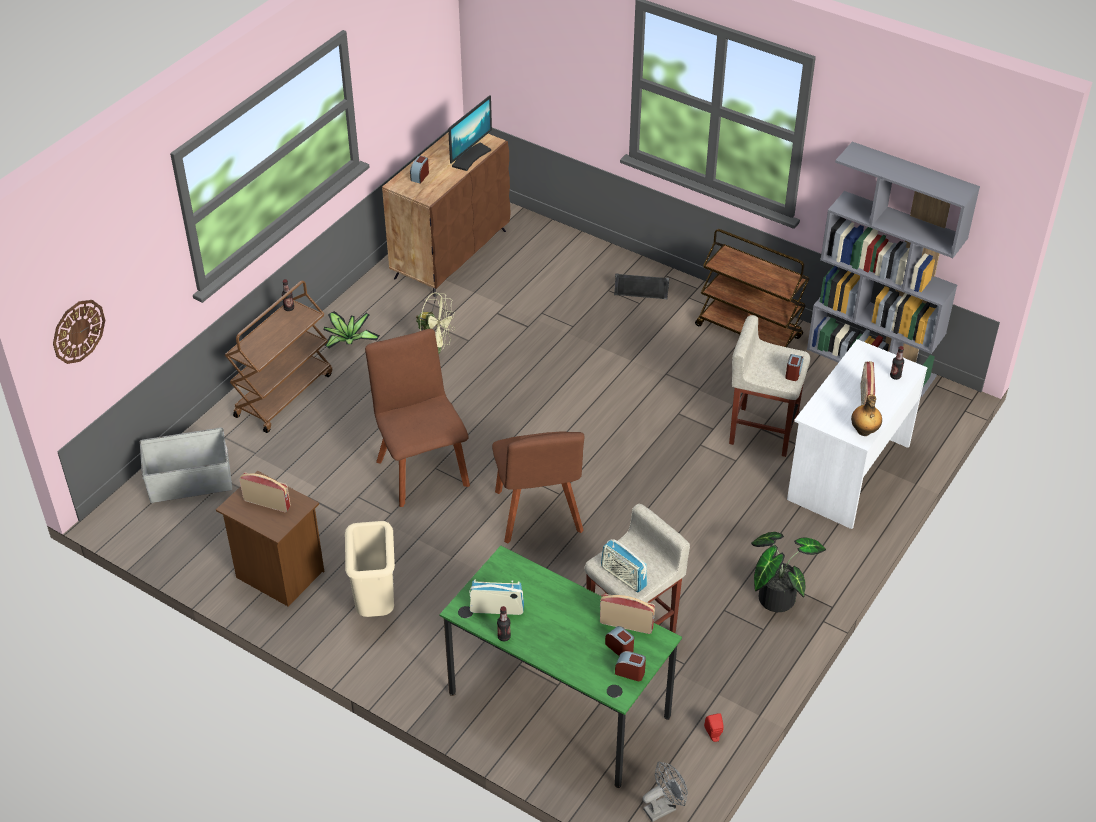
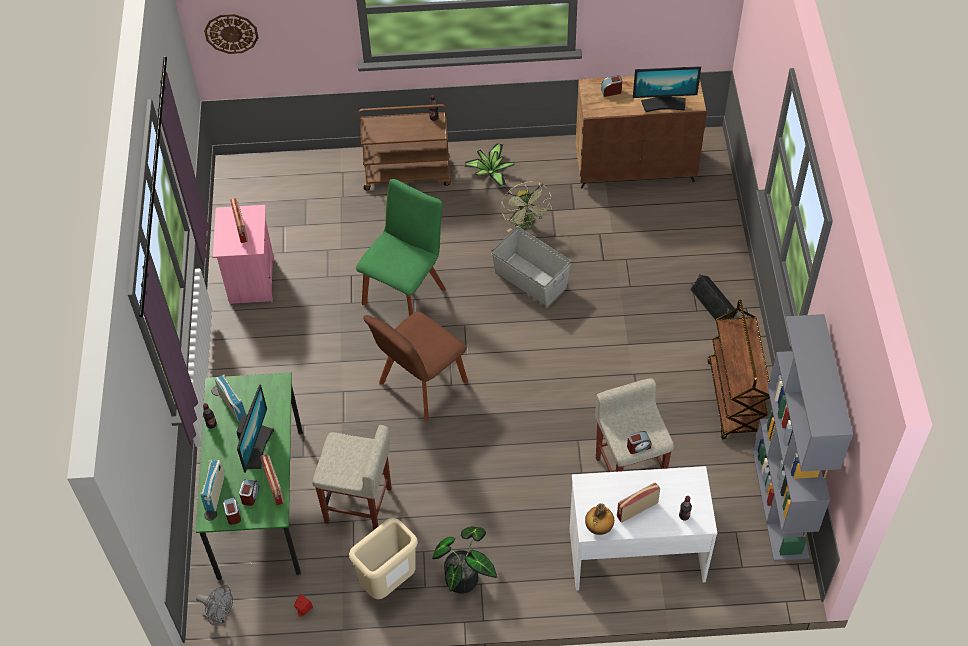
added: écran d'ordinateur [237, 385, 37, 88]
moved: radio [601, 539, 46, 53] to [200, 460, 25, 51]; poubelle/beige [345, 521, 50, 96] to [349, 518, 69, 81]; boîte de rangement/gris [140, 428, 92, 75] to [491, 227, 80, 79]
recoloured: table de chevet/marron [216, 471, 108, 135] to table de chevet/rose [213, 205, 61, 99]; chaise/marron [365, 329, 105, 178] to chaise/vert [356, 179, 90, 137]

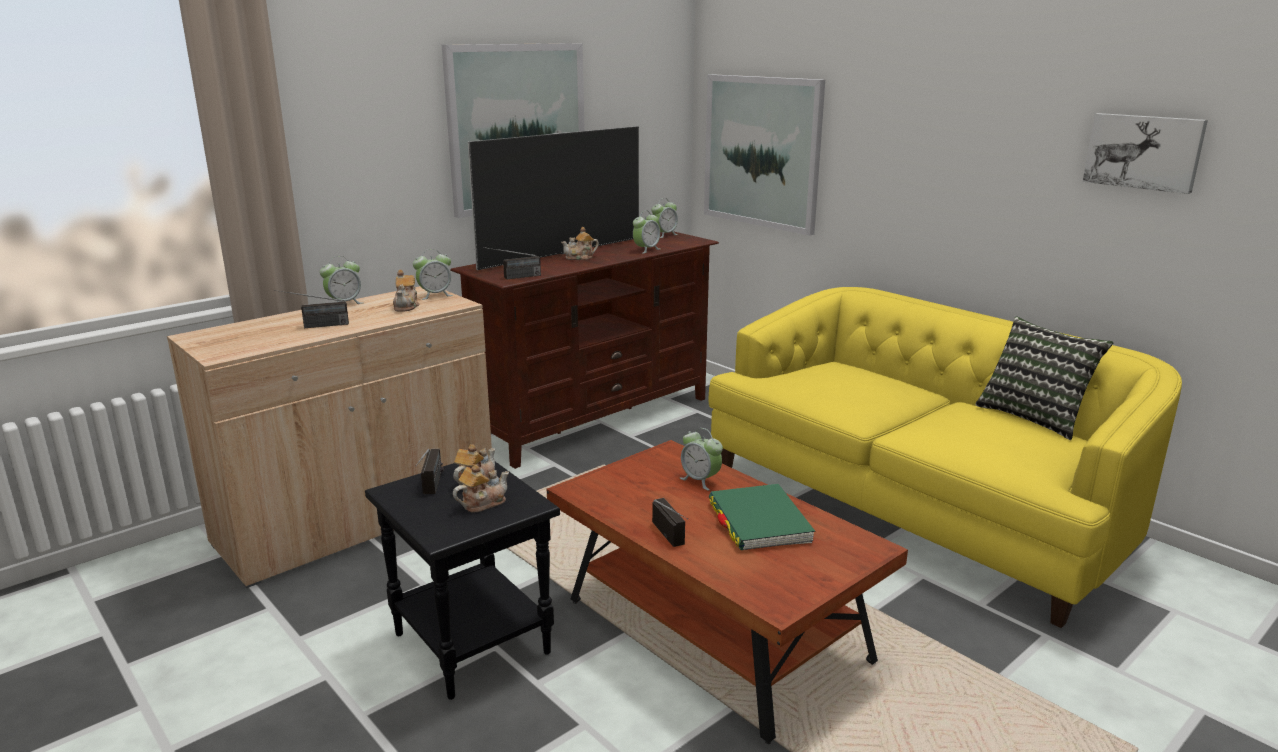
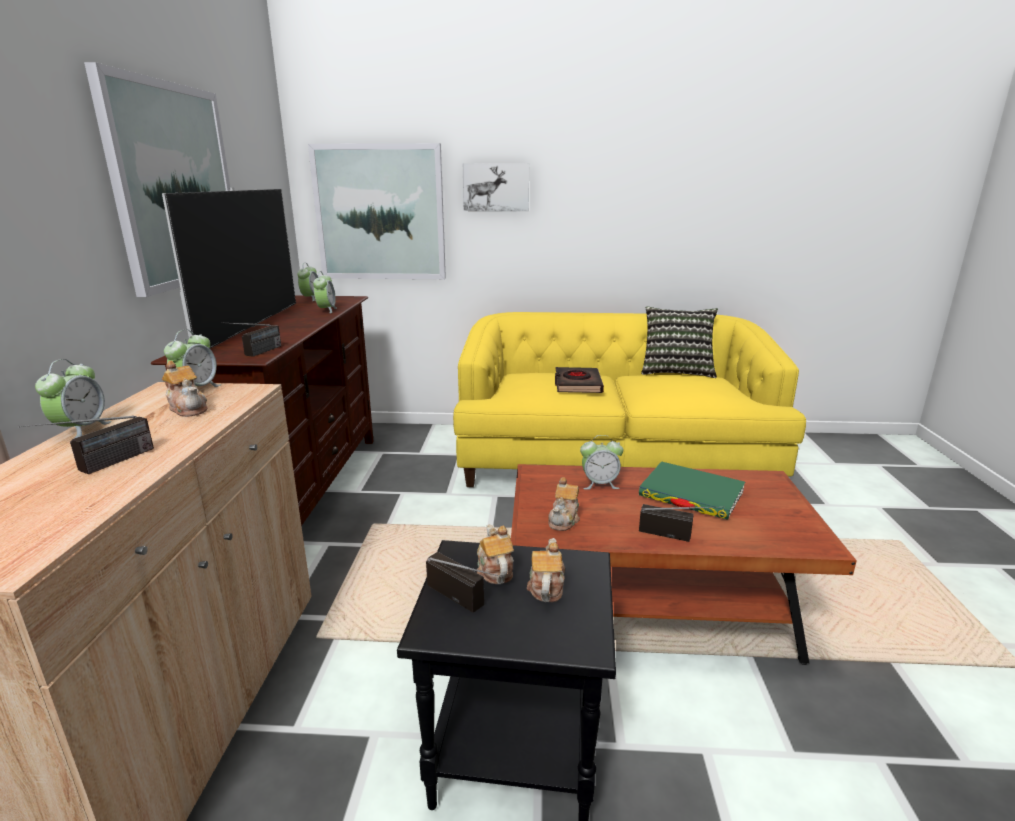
added: livre/noir [555, 367, 49, 26]
moved: tableau [1083, 113, 125, 81] to [463, 163, 66, 48]; théière [561, 227, 38, 33] to [548, 477, 32, 54]

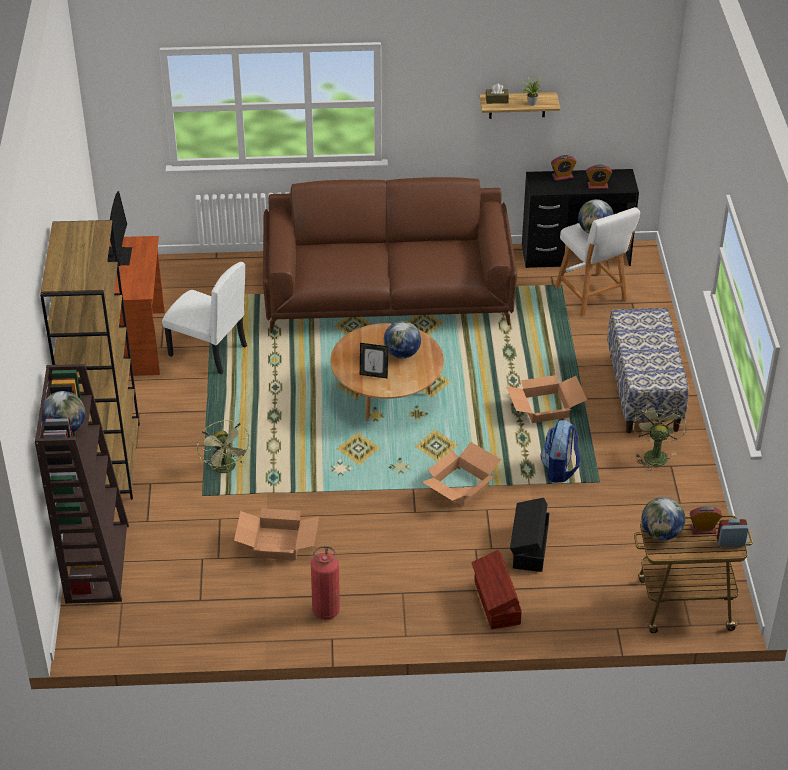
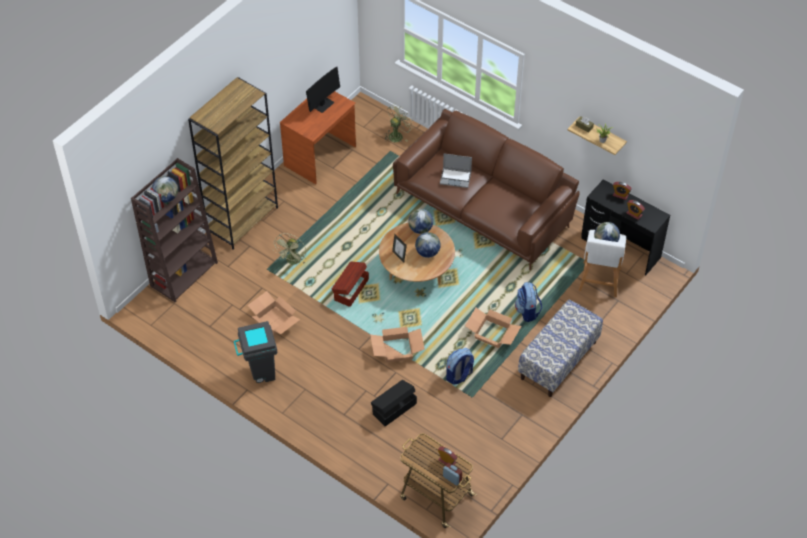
removed: chaise/blanc [162, 262, 85, 112]
added: ordinateur portable [440, 154, 32, 34]; sac à dos [515, 282, 27, 40]
moved: boîte de rangement/marron [472, 550, 50, 79] to [332, 262, 37, 45]; ventilateur/vert [633, 403, 54, 68] to [384, 104, 28, 38]; globe [642, 497, 43, 44] to [408, 209, 25, 25]
replaced: extincteur [311, 546, 29, 74] to poubelle/gris [234, 321, 43, 62]

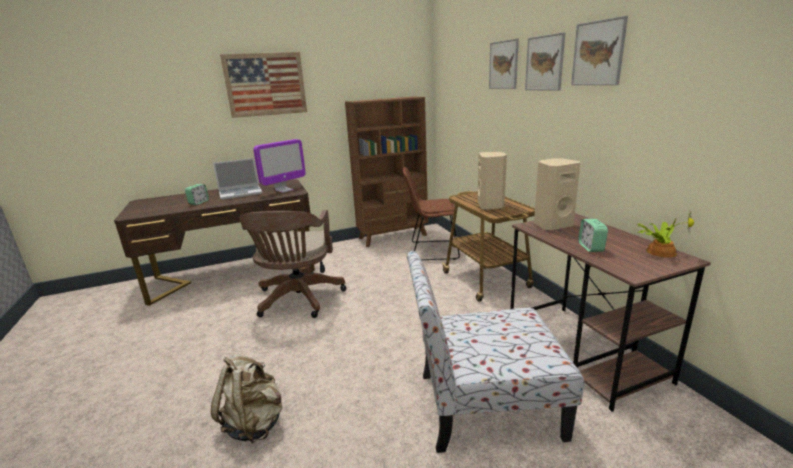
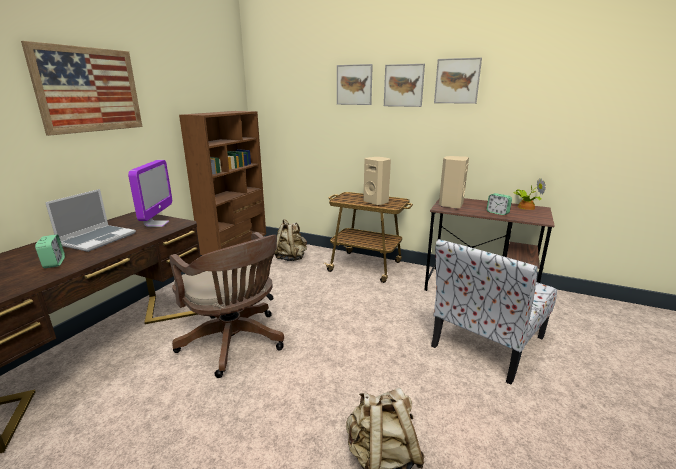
replaced: chaise/marron [403, 167, 57, 93] to sac à dos/beige [275, 219, 32, 42]

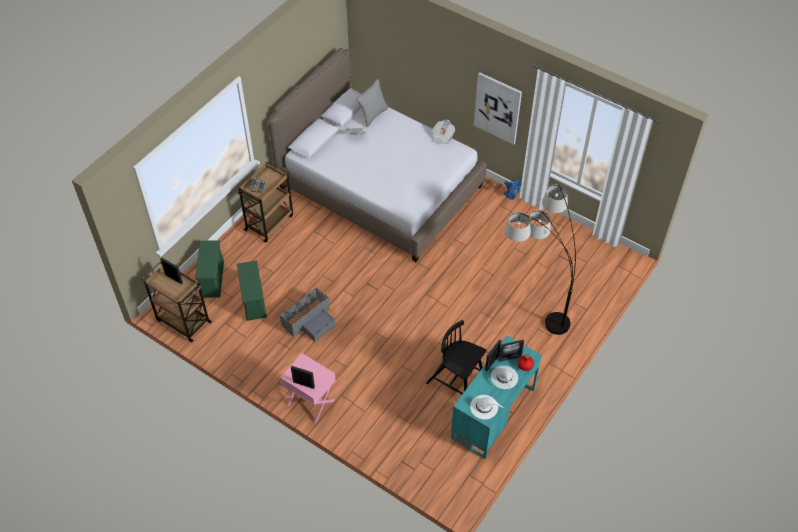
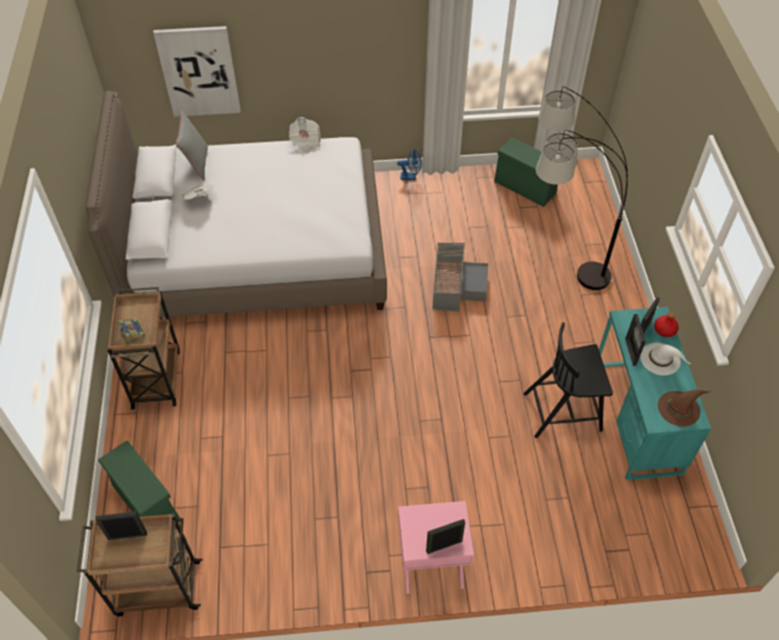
moved: tableau [474, 72, 48, 73] to [153, 26, 88, 91]; boîte de rangement/gris [279, 287, 57, 55] to [432, 243, 56, 69]; boîte de rangement/vert [237, 261, 30, 60] to [494, 137, 64, 70]
recoloured: chapeau/blanc [470, 395, 34, 24] to chapeau/marron [658, 390, 53, 37]

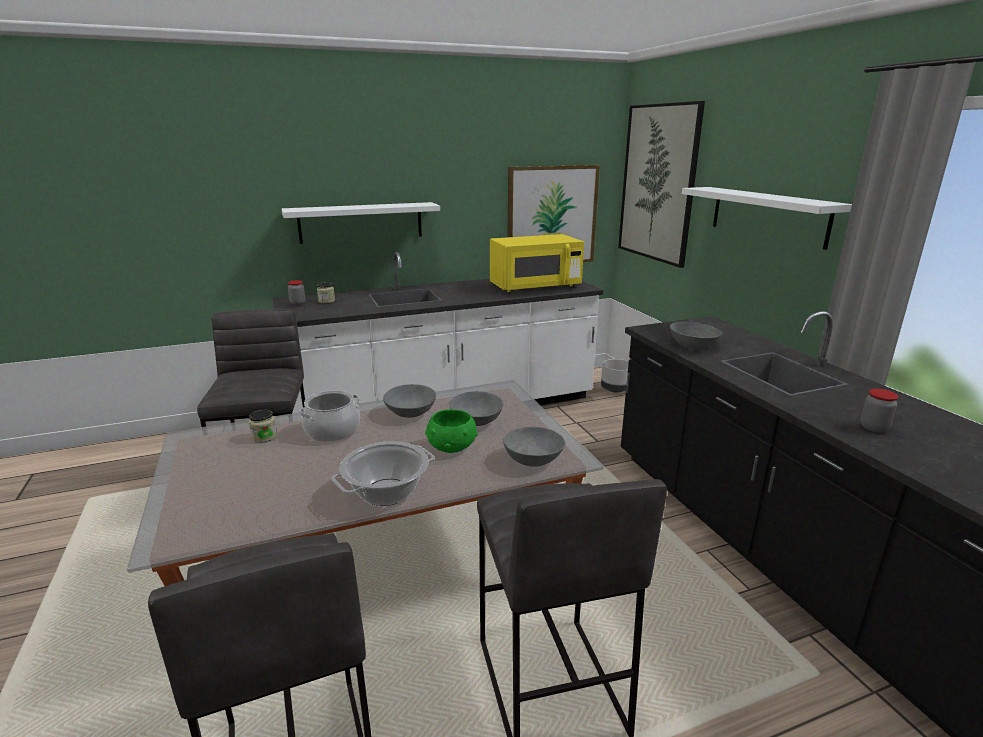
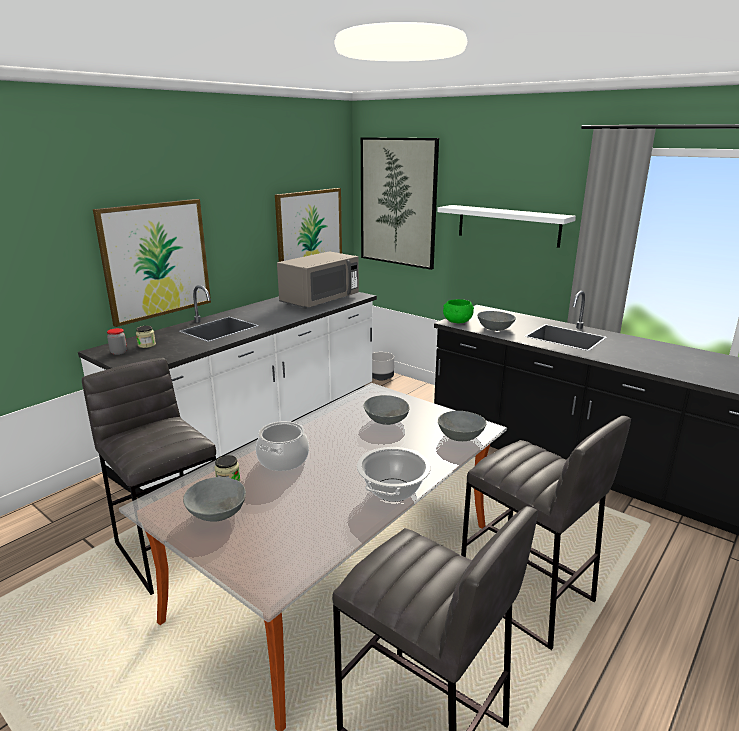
removed: bocal [860, 389, 38, 44]
moved: bol/gris [383, 384, 53, 34] to [183, 477, 63, 45]; bol/vert [425, 409, 53, 44] to [443, 299, 31, 24]
replaced: étagère/blanc [282, 202, 158, 42] to tableau [93, 199, 118, 128]
recoloured: micro-ondes/jaune [490, 234, 94, 58] to micro-ondes/gris [277, 251, 82, 58]

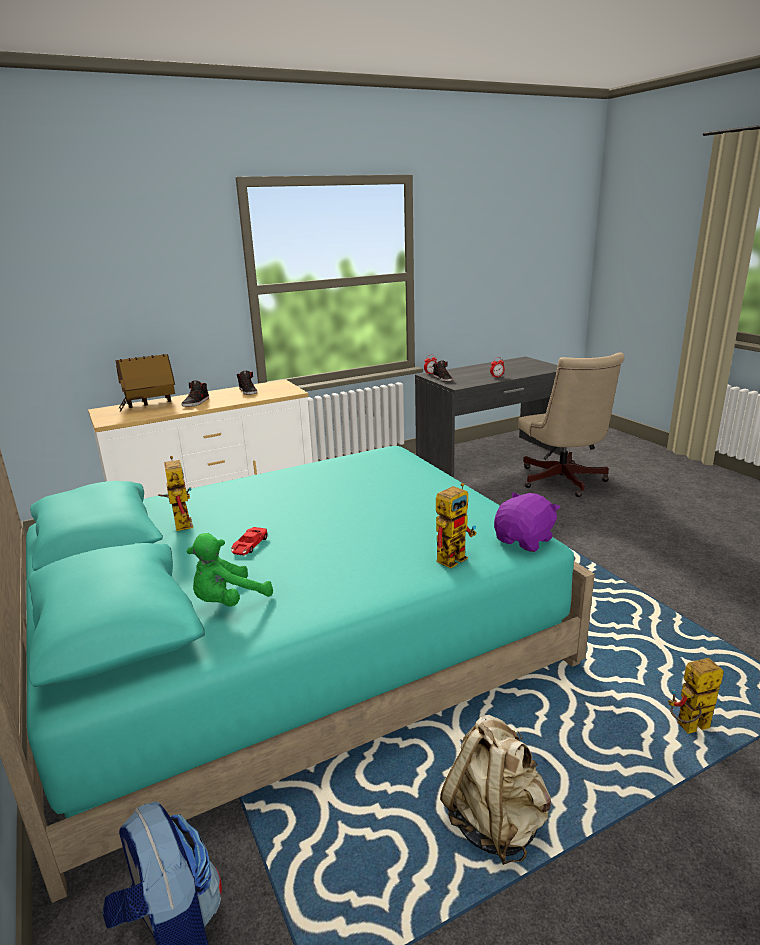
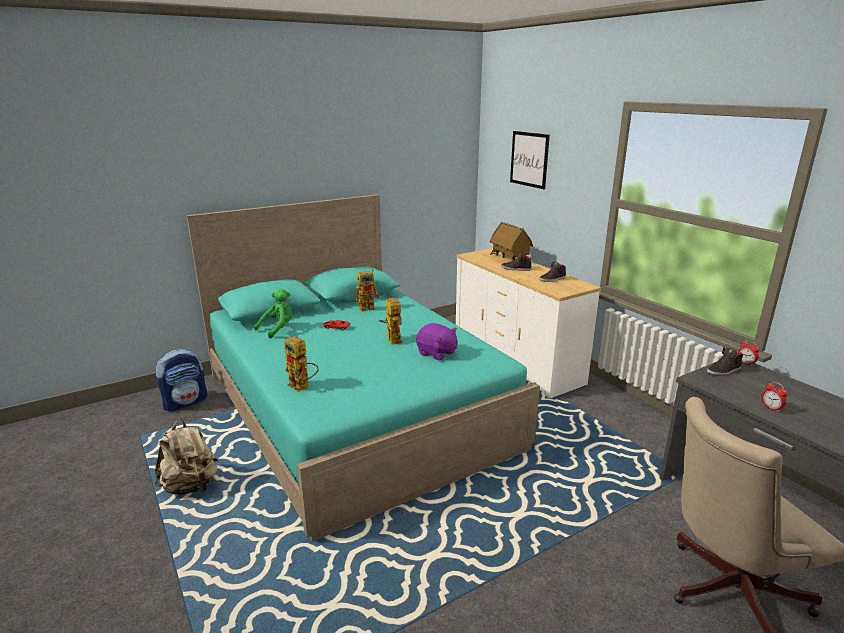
added: tableau [510, 131, 40, 58]
moved: robot jouet [668, 658, 56, 76] to [378, 295, 24, 50]; peluche/violet [494, 492, 66, 60] to [416, 323, 41, 38]
turned: peluche/vert [186, 533, 87, 74] = [254, 289, 38, 50] 90 degrees clockwise

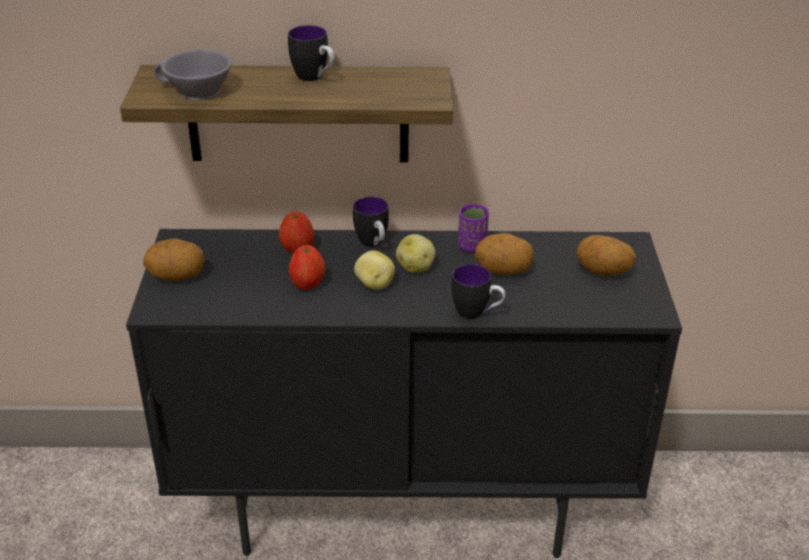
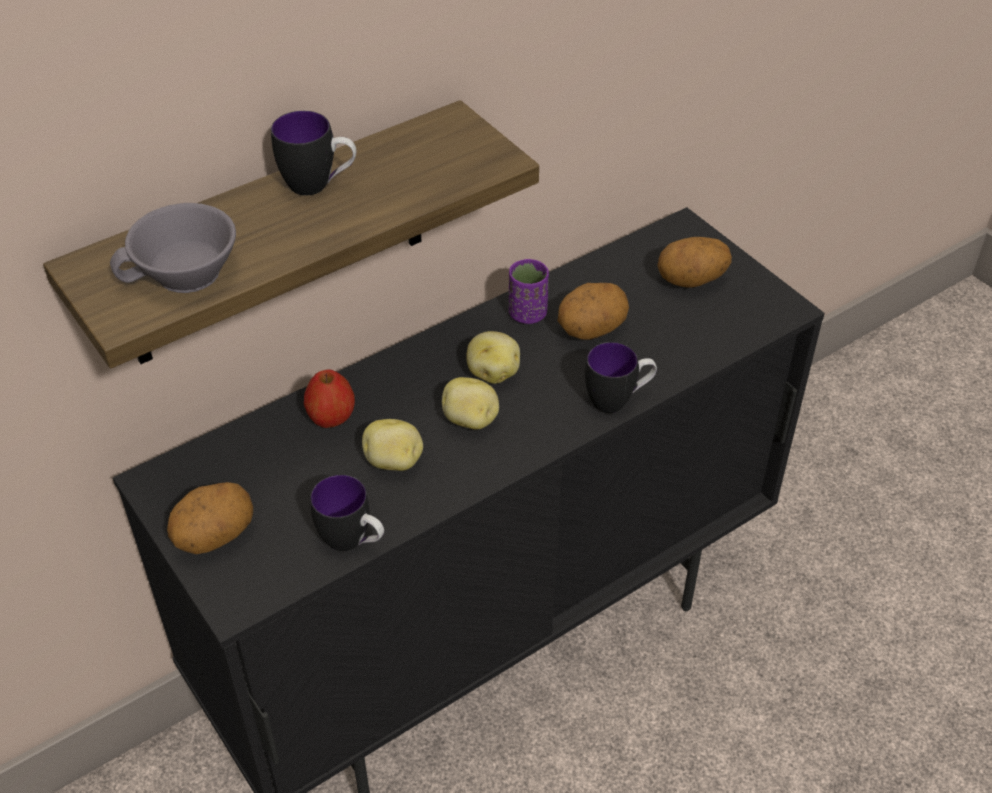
moved: mug [353, 197, 36, 50] to [310, 475, 74, 76]
replaced: pomme [289, 245, 36, 45] to pomme de terre [362, 419, 61, 52]

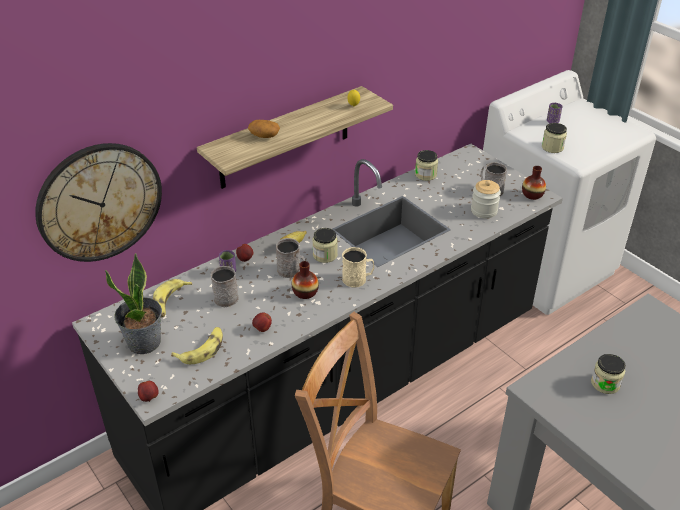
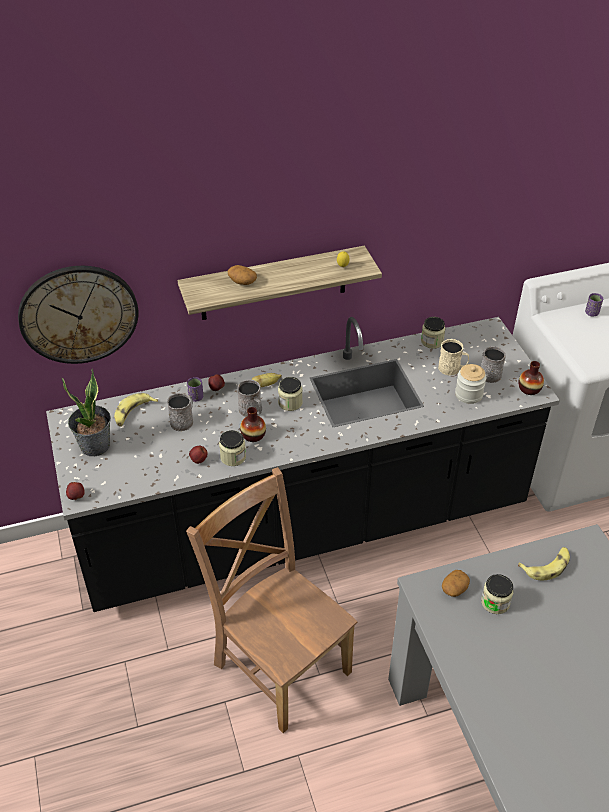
added: pomme de terre [442, 570, 28, 27]
moved: bocal [542, 123, 25, 30] to [219, 430, 27, 36]; mug/beige [342, 247, 32, 40] to [438, 339, 31, 37]; banane [171, 327, 52, 37] to [518, 547, 52, 33]

